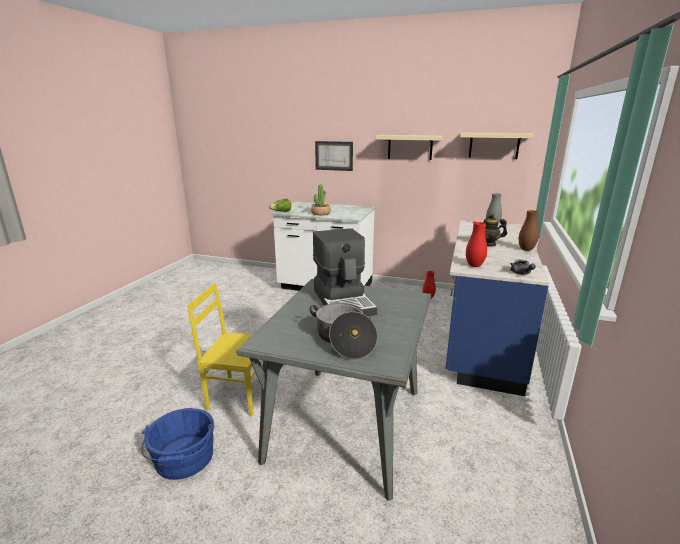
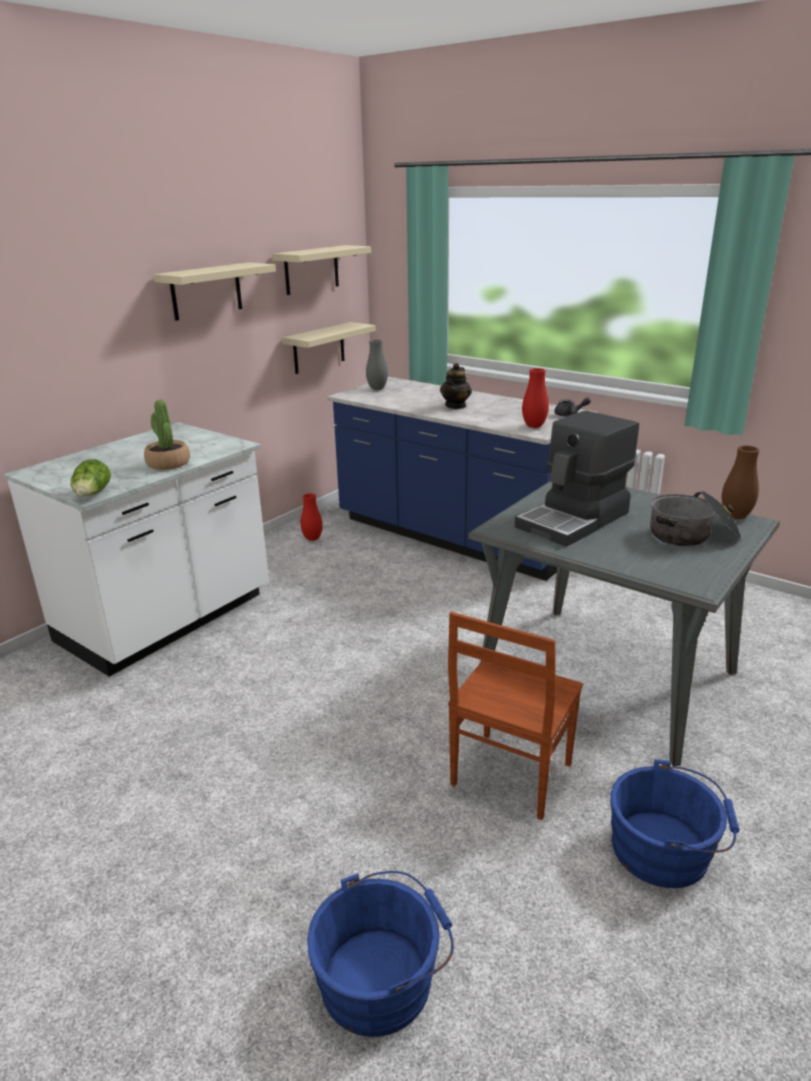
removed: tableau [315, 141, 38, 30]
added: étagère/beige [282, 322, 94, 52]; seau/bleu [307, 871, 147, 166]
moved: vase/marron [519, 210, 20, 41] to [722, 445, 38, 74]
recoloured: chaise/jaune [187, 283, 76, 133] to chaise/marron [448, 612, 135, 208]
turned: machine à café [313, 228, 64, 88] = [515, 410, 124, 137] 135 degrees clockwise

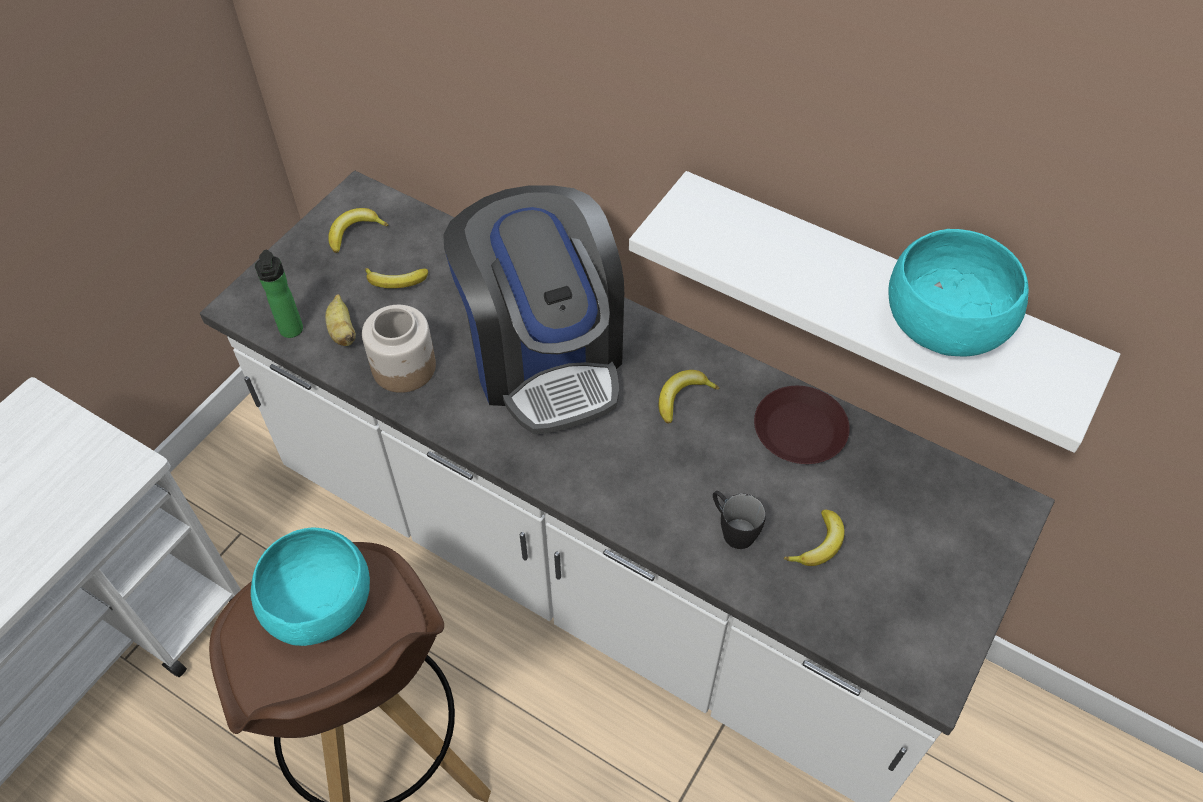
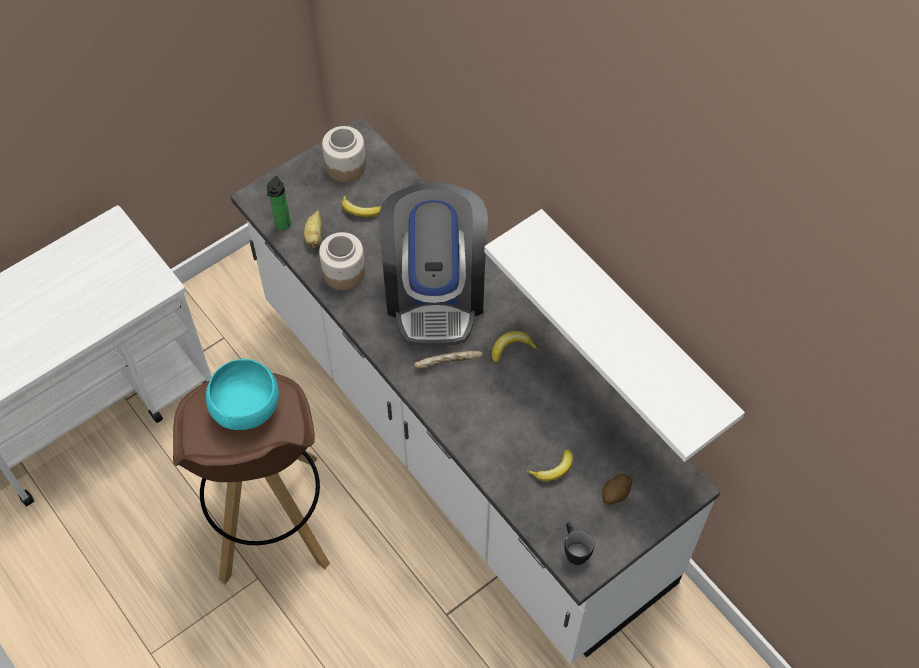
removed: assiette/marron [754, 386, 96, 78]; bol/turquoise [888, 229, 141, 128]
added: pain [414, 351, 69, 18]; pomme de terre [602, 474, 30, 31]
moved: mug/noir [713, 491, 53, 58] to [564, 523, 30, 42]
replaced: banane [328, 208, 60, 45] to bocal [322, 126, 44, 56]

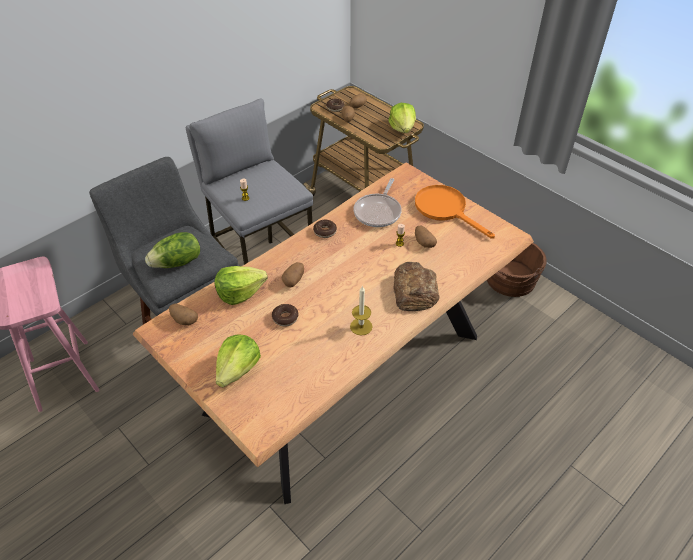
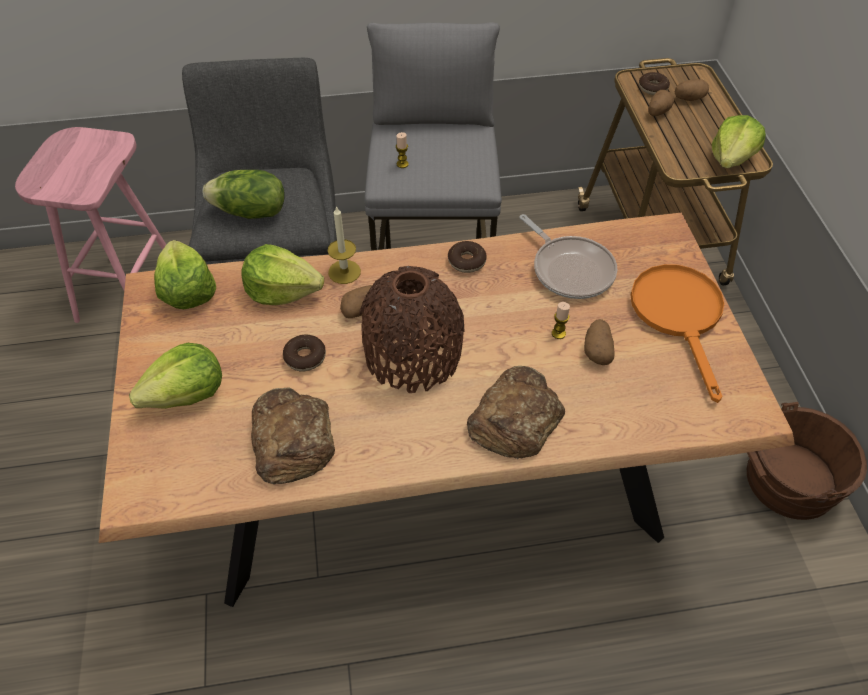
added: pain [251, 388, 84, 96]; vase/marron [359, 266, 105, 127]
moved: bougie [350, 286, 22, 50] to [328, 206, 33, 78]
replaced: pomme de terre [169, 304, 29, 22] to laitue [154, 240, 62, 69]
turned: poêle [353, 178, 48, 49] = [519, 214, 98, 85] 90 degrees counterclockwise

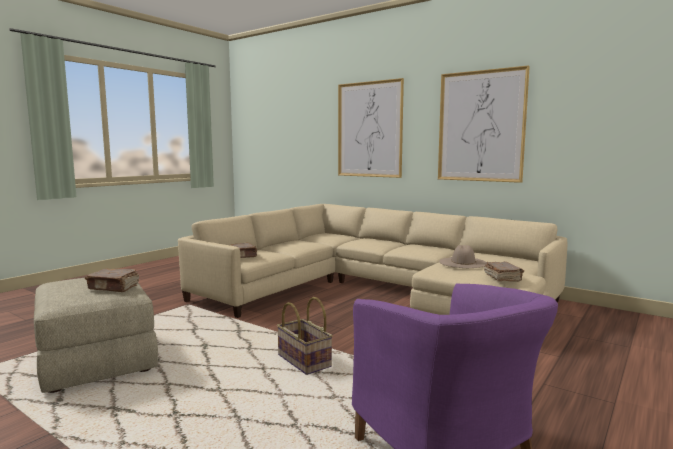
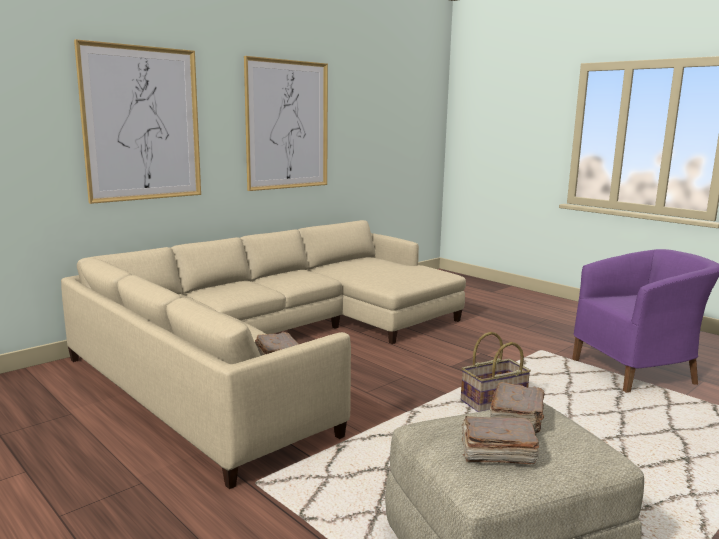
removed: chapeau/beige [439, 245, 48, 23]
moved: livre/marron [484, 262, 40, 20] to [462, 416, 77, 48]

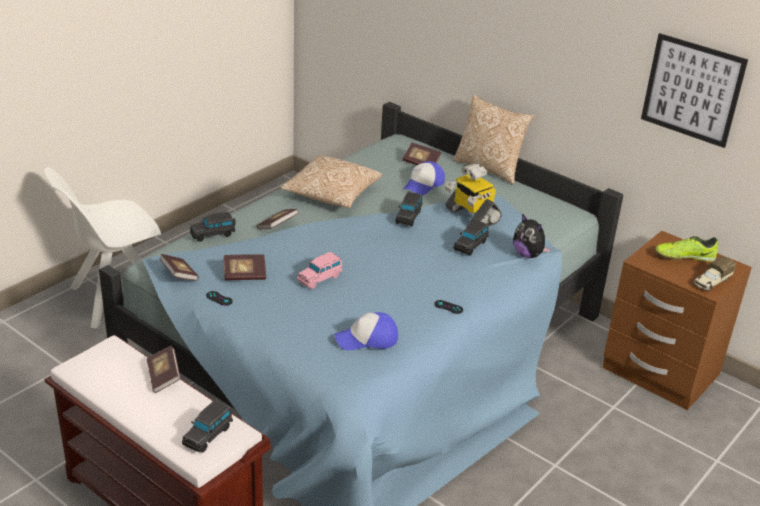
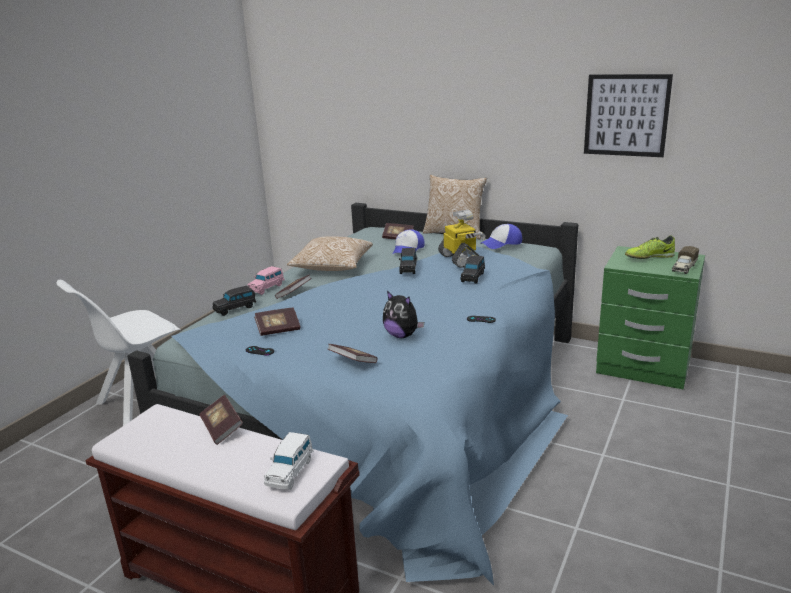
moved: petite voiture/rose [297, 252, 46, 37] to [248, 266, 36, 29]; livre [159, 254, 40, 27] to [328, 344, 50, 19]; peluche [513, 213, 38, 45] to [383, 291, 41, 47]; casquette [334, 312, 64, 38] to [480, 224, 42, 25]
recoloured: petite voiture/noir [182, 400, 51, 53] to petite voiture/blanc [264, 432, 49, 58]; table de chevet/marron [602, 231, 150, 179] to table de chevet/vert [596, 246, 109, 144]
turned: robot jouet [445, 164, 57, 62] = [438, 209, 48, 59] 150 degrees counterclockwise

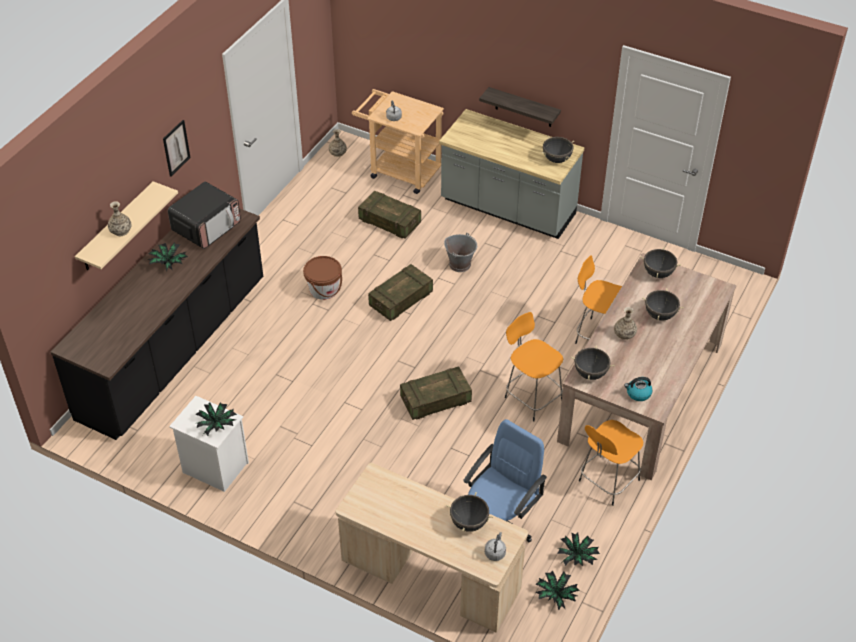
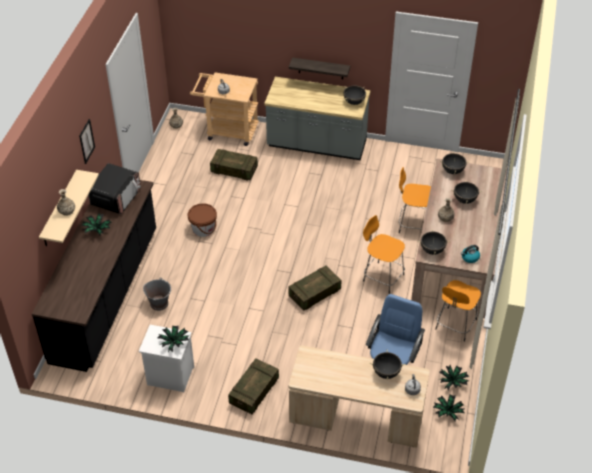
moved: seau/gris [444, 233, 33, 39] to [143, 278, 28, 33]; caisse [368, 264, 65, 57] to [228, 358, 51, 56]

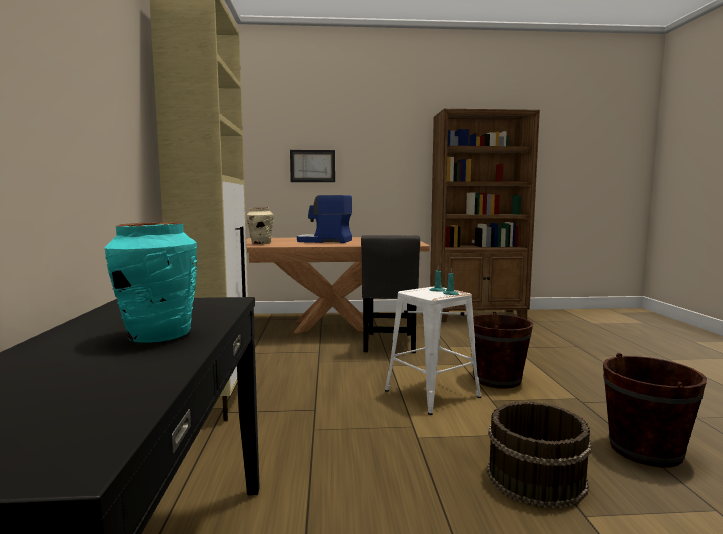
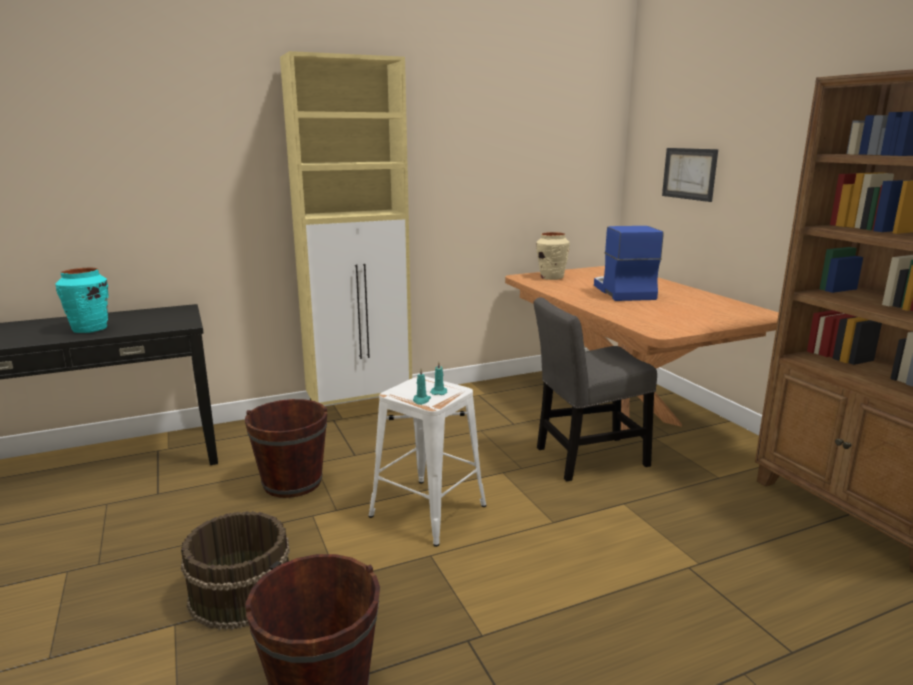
moved: seau/marron [468, 311, 65, 78] to [245, 399, 82, 99]

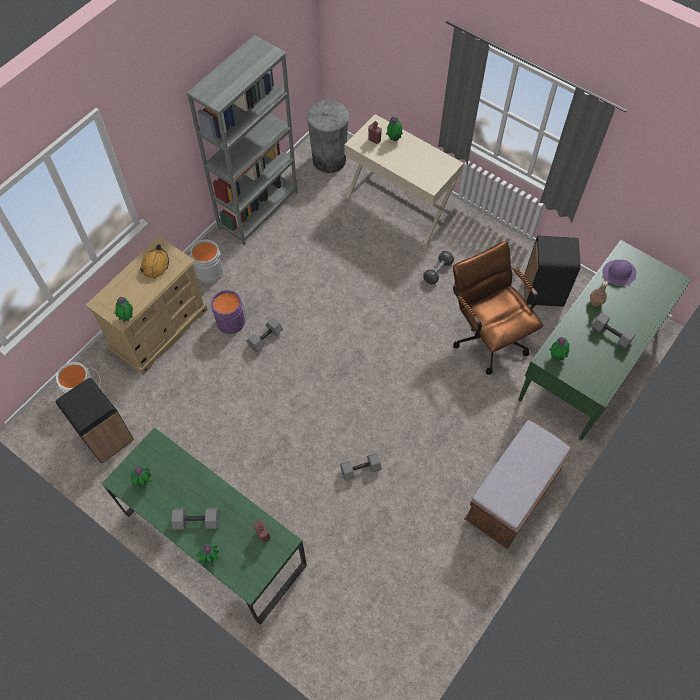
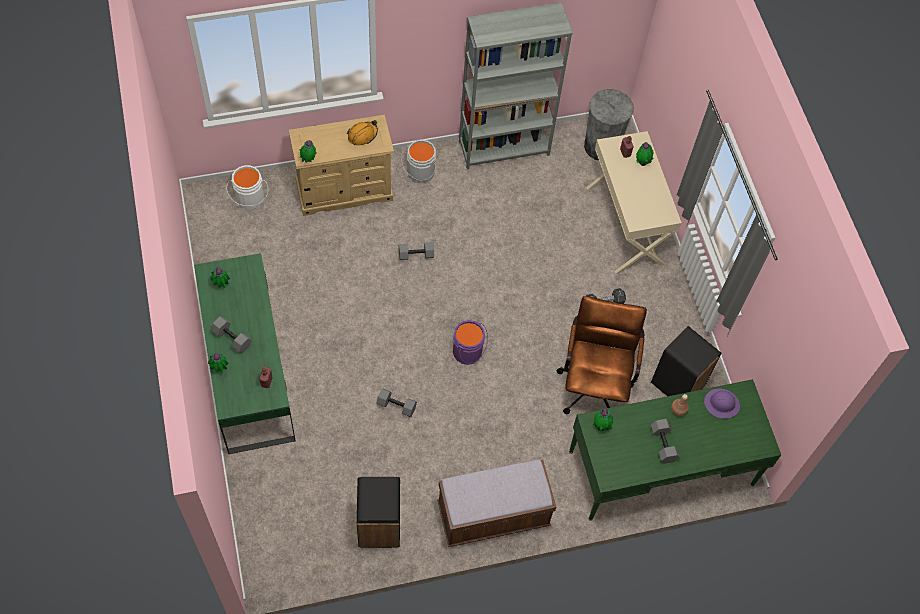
moved: poubelle/noir [56, 378, 77, 85] to [357, 477, 43, 71]; seau/violet [211, 290, 35, 44] to [453, 320, 35, 45]

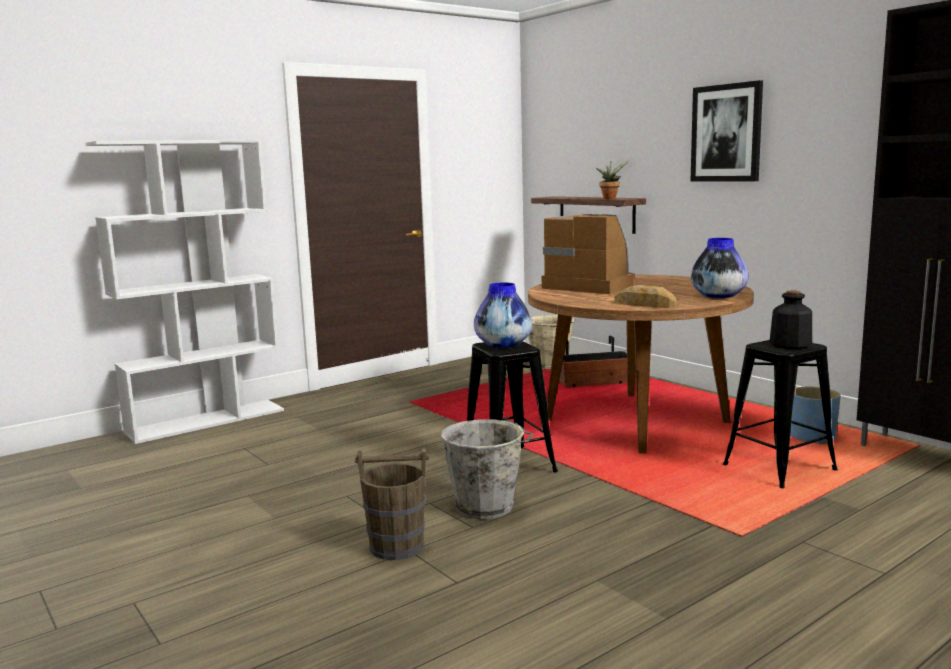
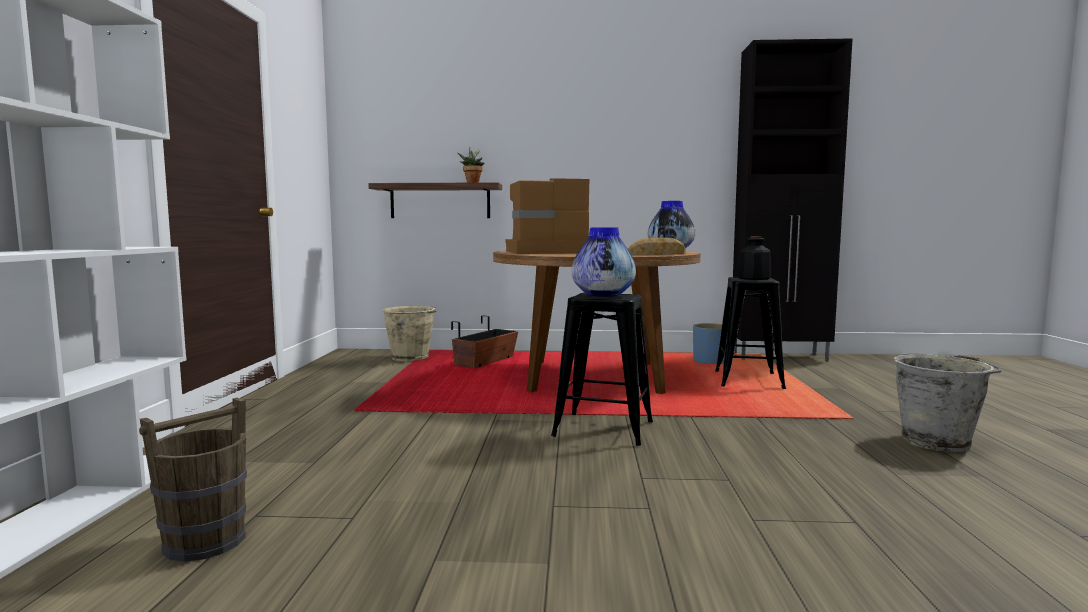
removed: tableau [691, 80, 72, 101]
moved: seau/marron [355, 448, 74, 112] to [139, 398, 108, 164]; seau/gris [441, 419, 93, 101] to [893, 354, 108, 98]

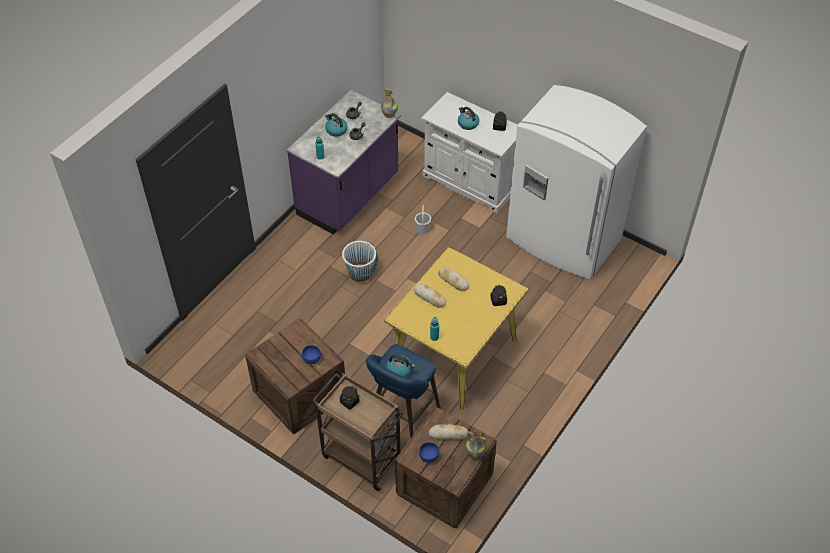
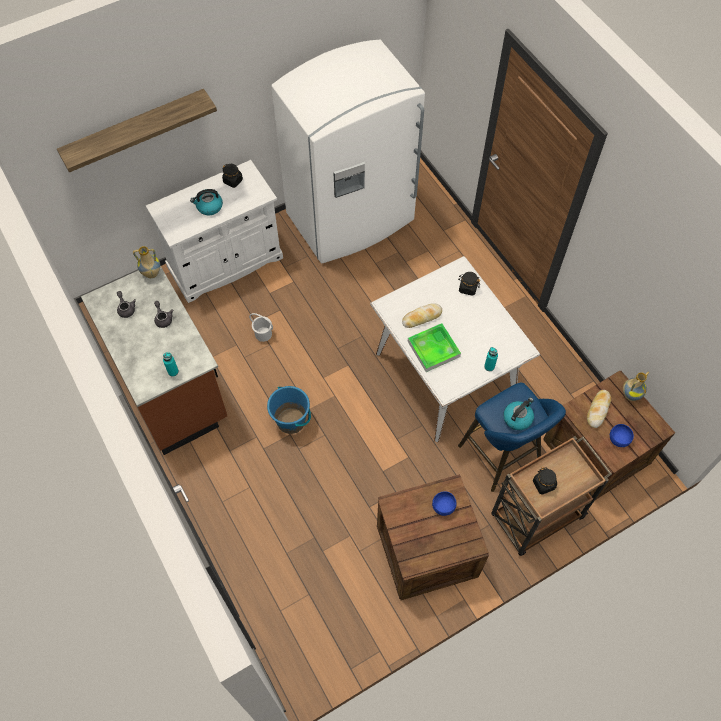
removed: bouilloire [325, 113, 22, 24]
added: étagère [57, 89, 160, 84]
replaced: pain [414, 284, 32, 24] to plateau [408, 323, 53, 49]
recoloured: comptoir de cuisine/violet [287, 90, 114, 145] to comptoir de cuisine/marron [81, 266, 146, 189]; seau/blanc [342, 241, 36, 41] to seau/bleu [267, 386, 44, 48]; table à manger/jaune [384, 247, 145, 163] to table à manger/blanc [370, 256, 170, 186]

